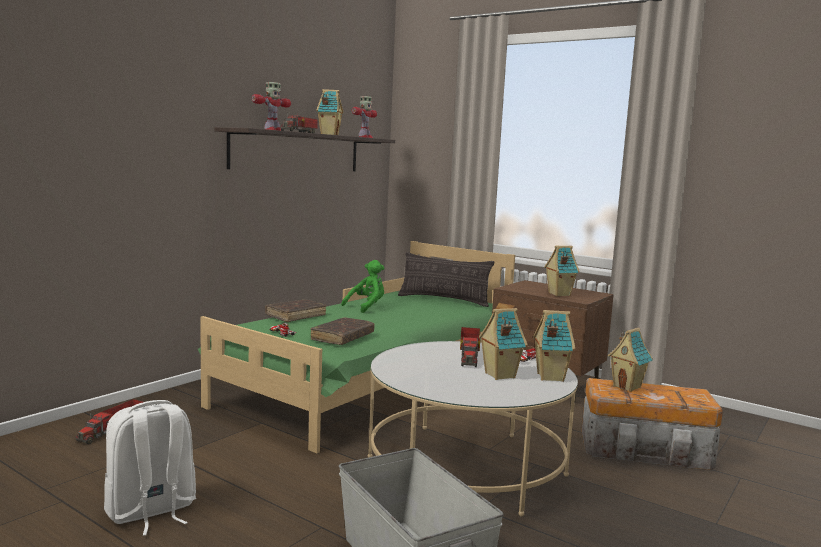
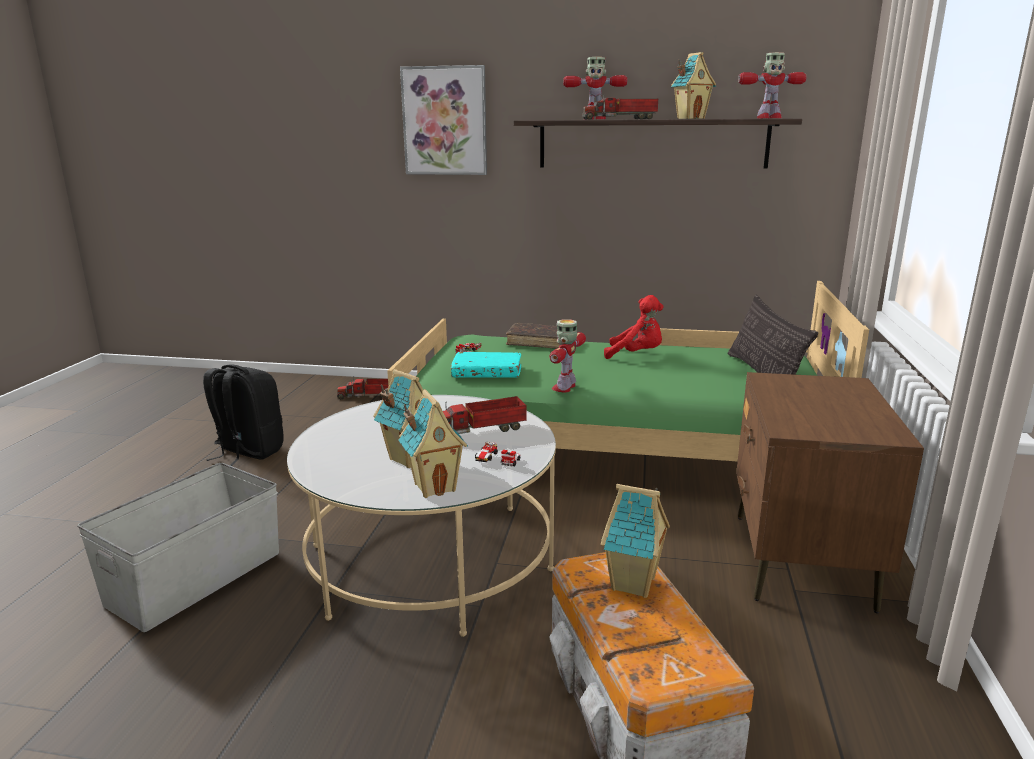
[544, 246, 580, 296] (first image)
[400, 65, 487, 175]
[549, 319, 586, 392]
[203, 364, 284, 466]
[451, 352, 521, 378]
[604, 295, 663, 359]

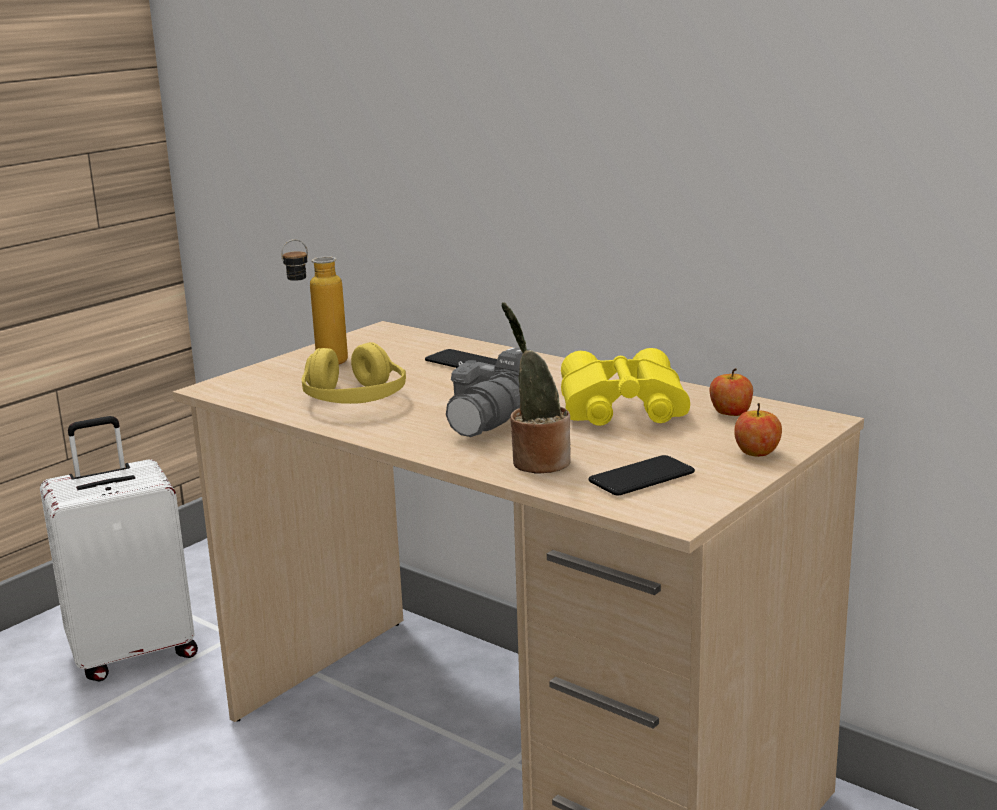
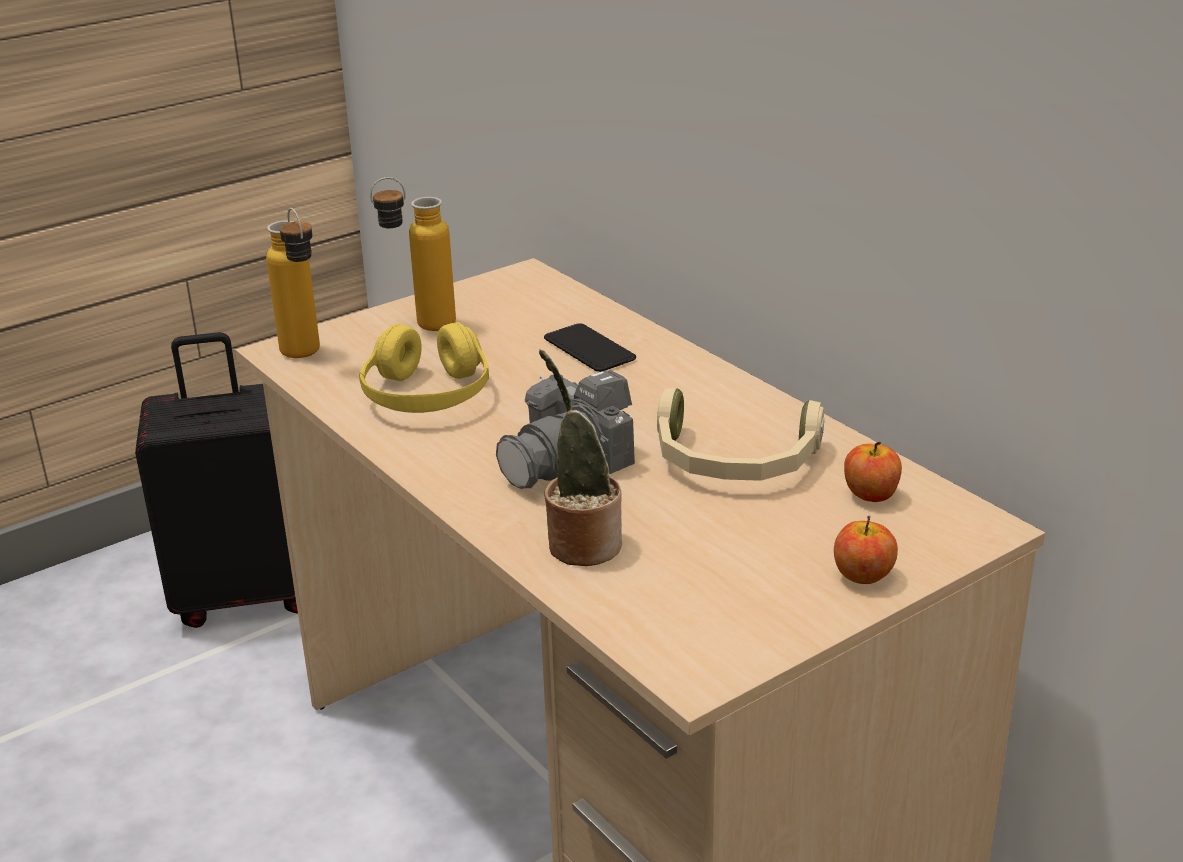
[588, 455, 695, 495] (first image)
[266, 208, 320, 358]
[657, 388, 824, 481]
[135, 332, 298, 628]

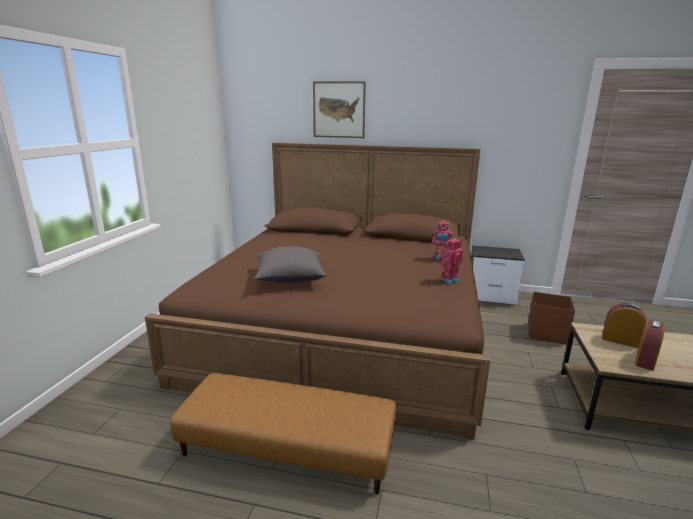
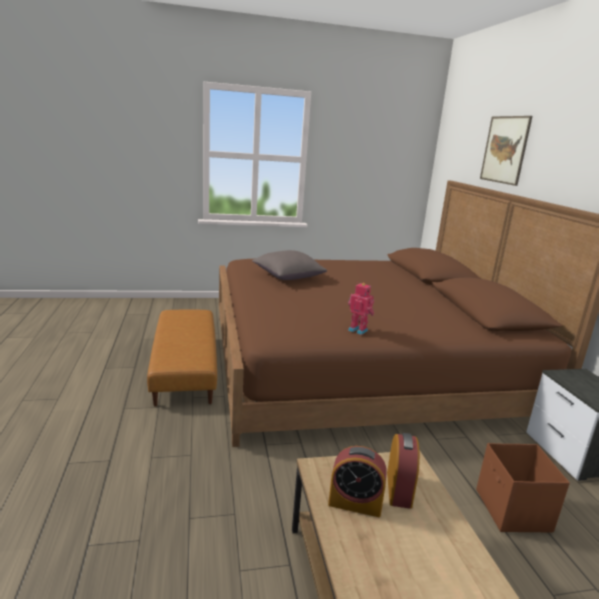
[432, 221, 453, 260] (first image)

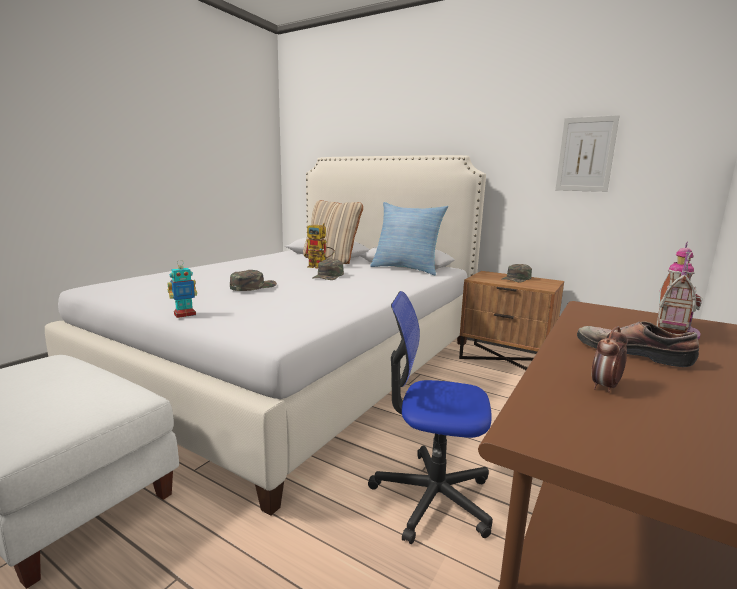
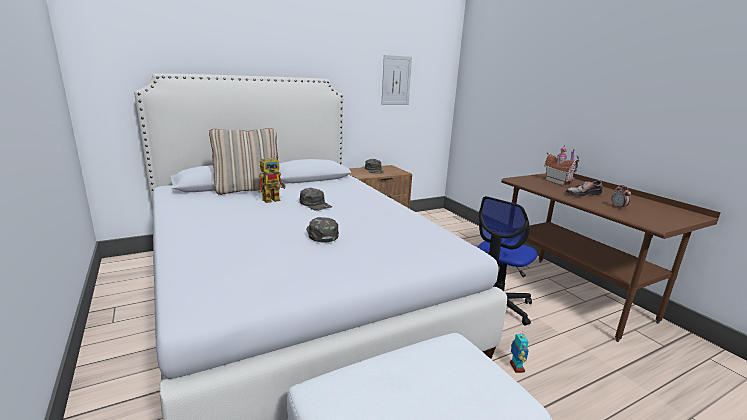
[370, 202, 448, 275] (first image)
[510, 331, 529, 373]

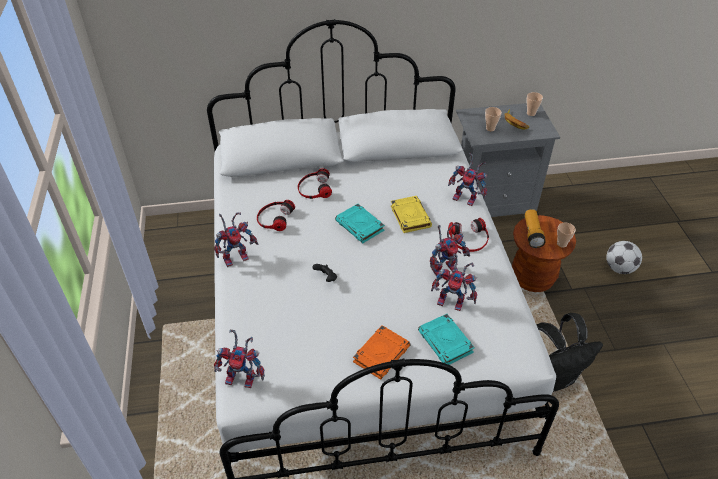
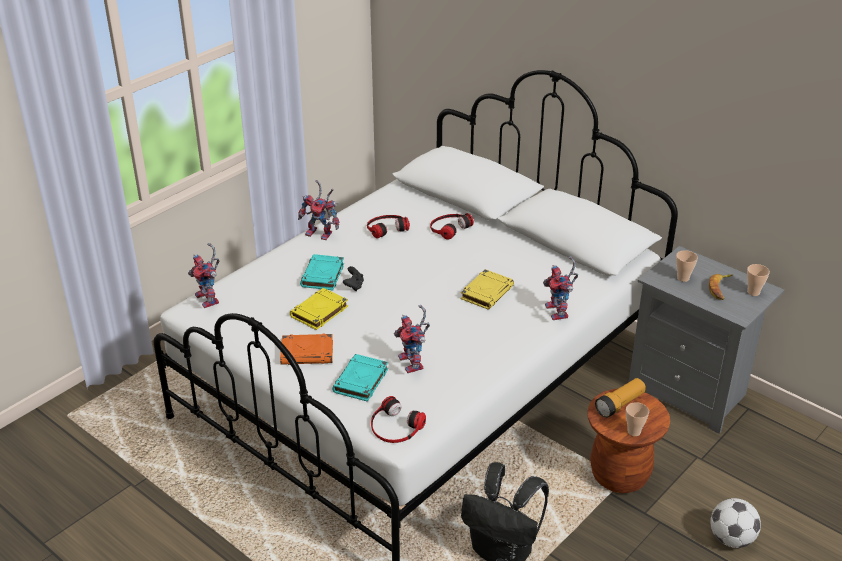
[430, 223, 470, 276] (first image)
[290, 288, 348, 330]
[300, 254, 344, 290]
[371, 396, 426, 443]

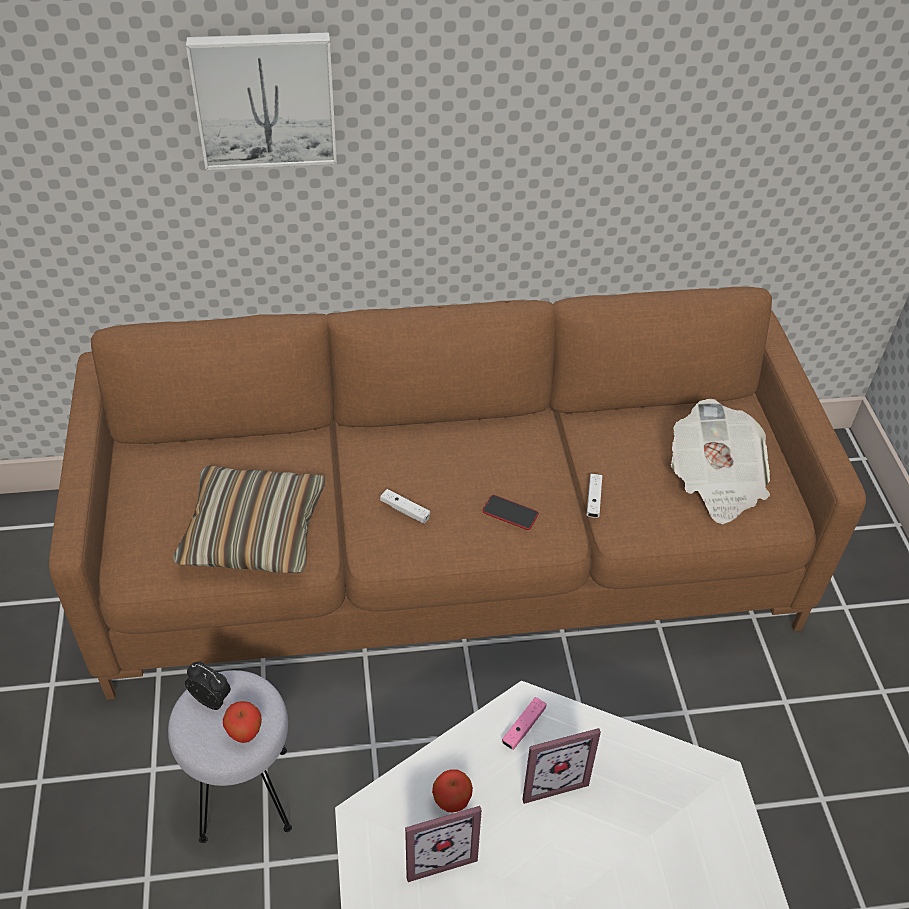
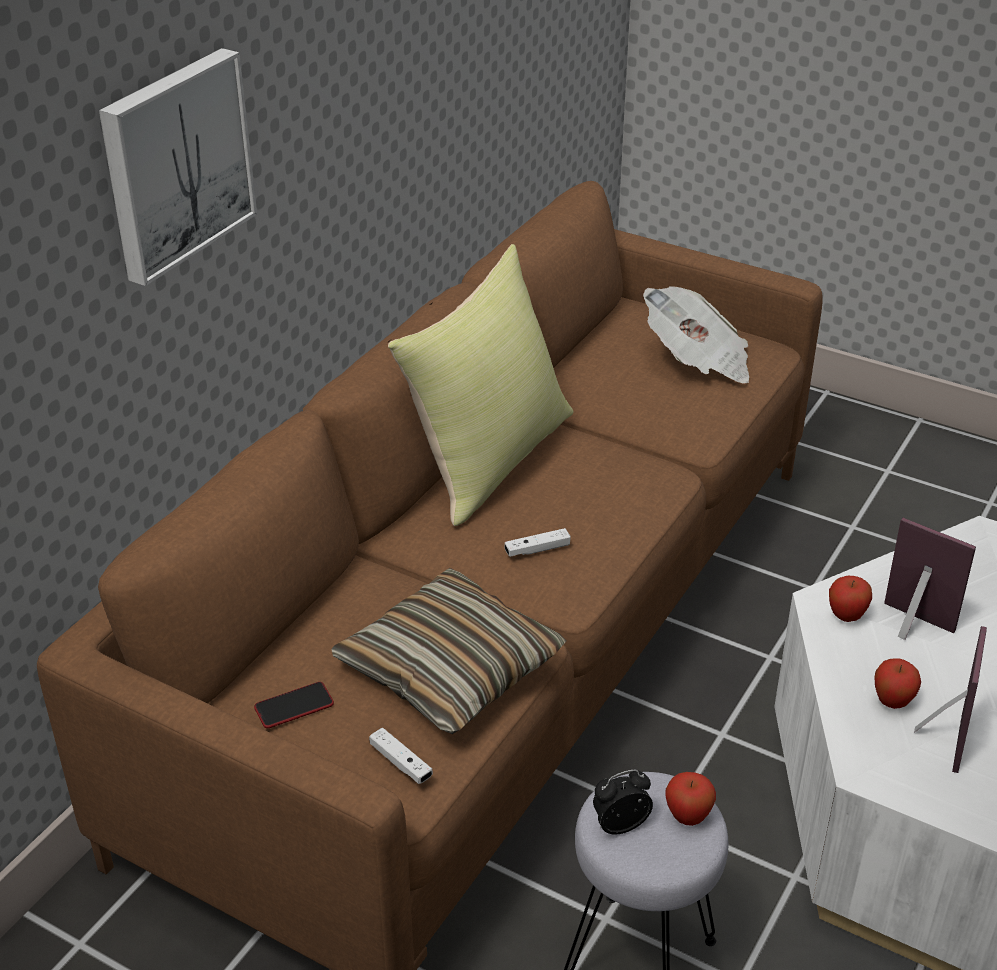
[388, 244, 574, 526]
[254, 682, 334, 728]
[369, 728, 433, 784]
[829, 576, 872, 622]
[884, 518, 976, 640]

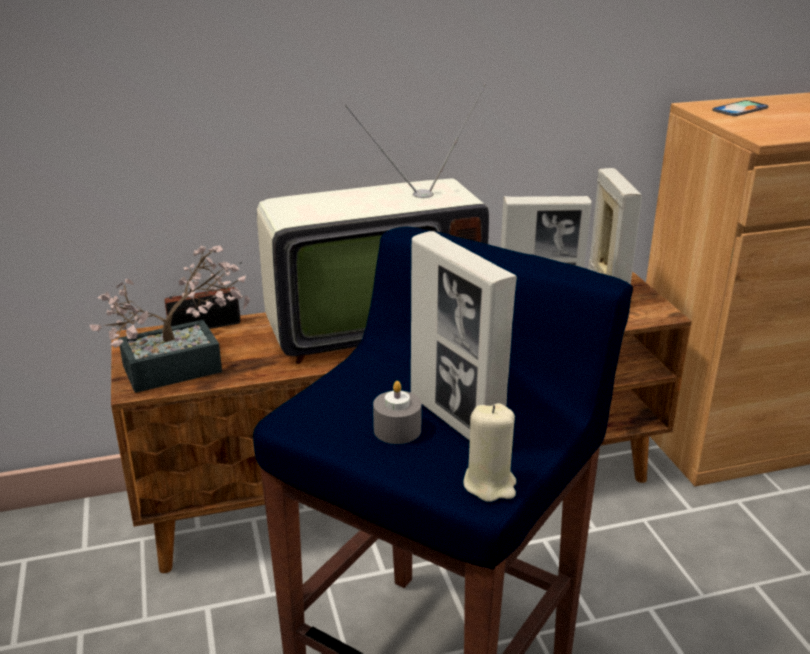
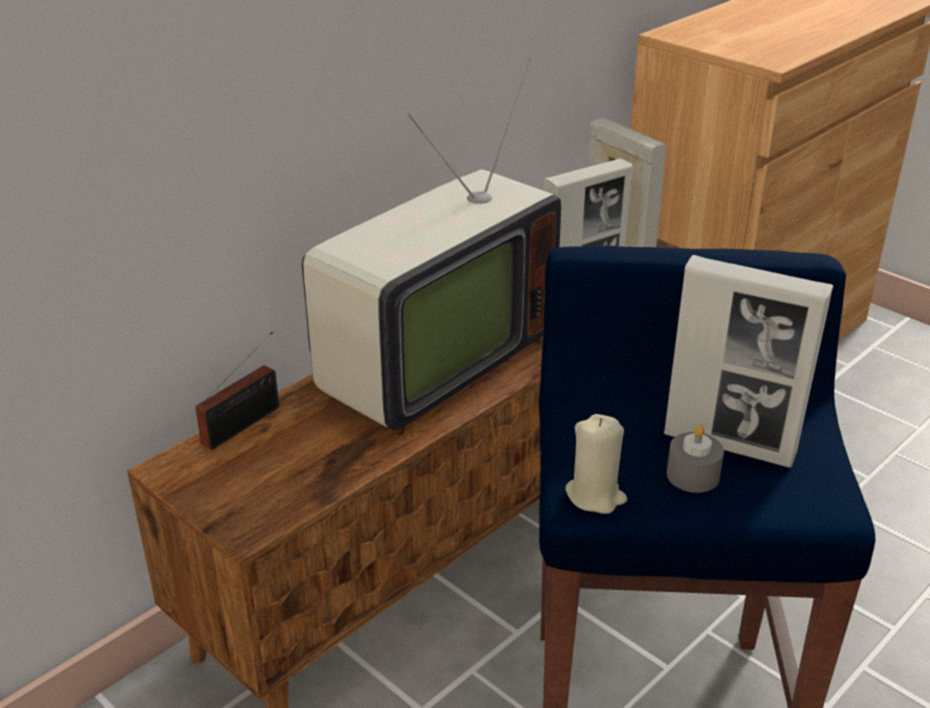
[90, 246, 250, 393] (first image)
[712, 100, 769, 116] (first image)
[565, 414, 627, 514]

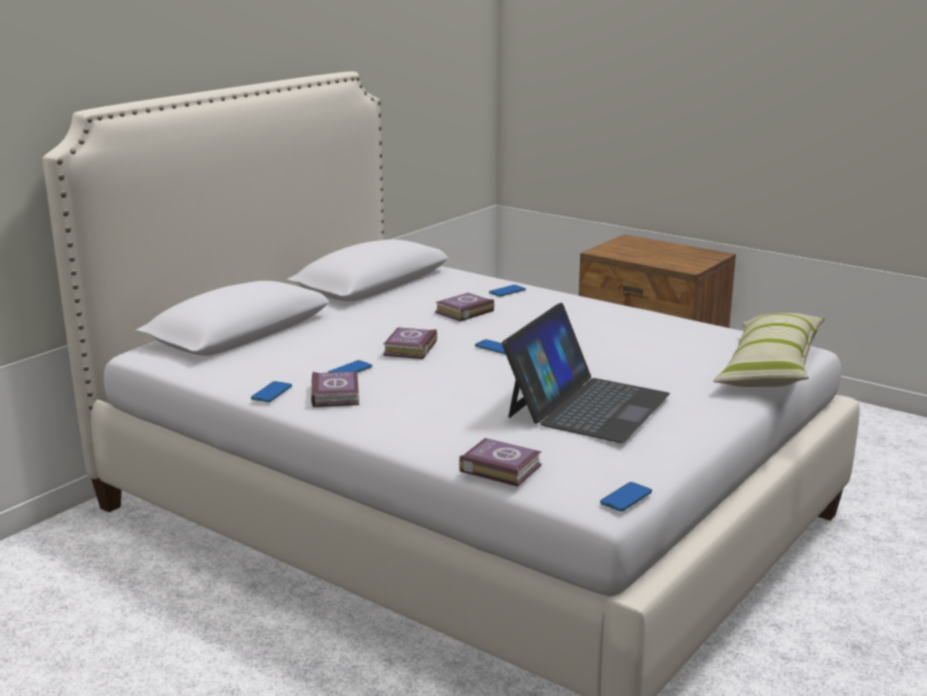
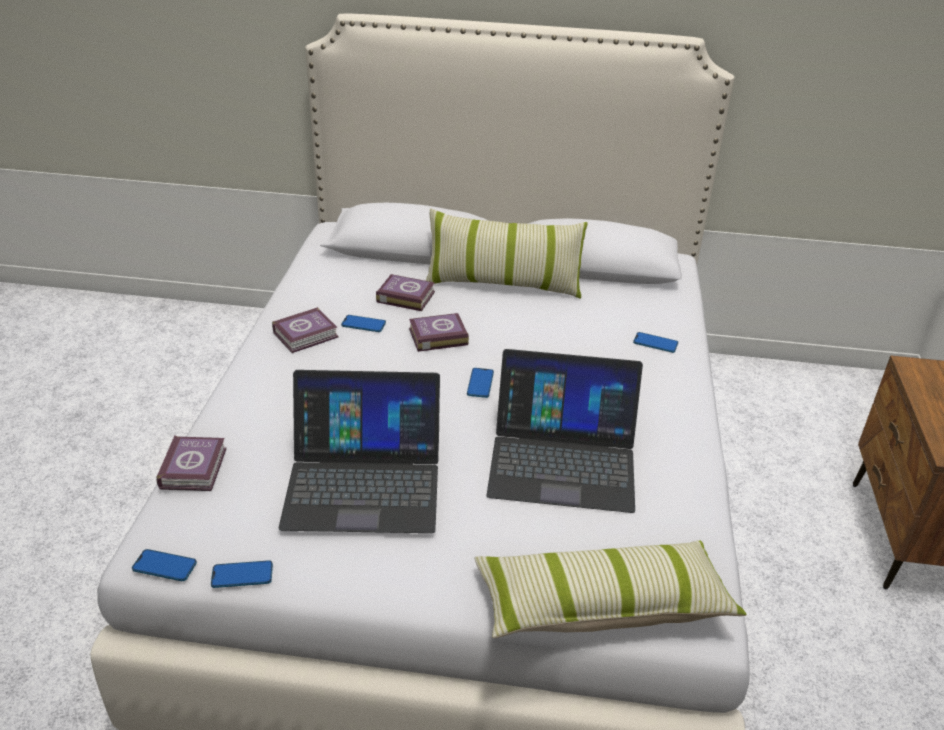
[426, 208, 588, 299]
[486, 349, 643, 513]
[211, 560, 273, 588]
[376, 274, 435, 311]

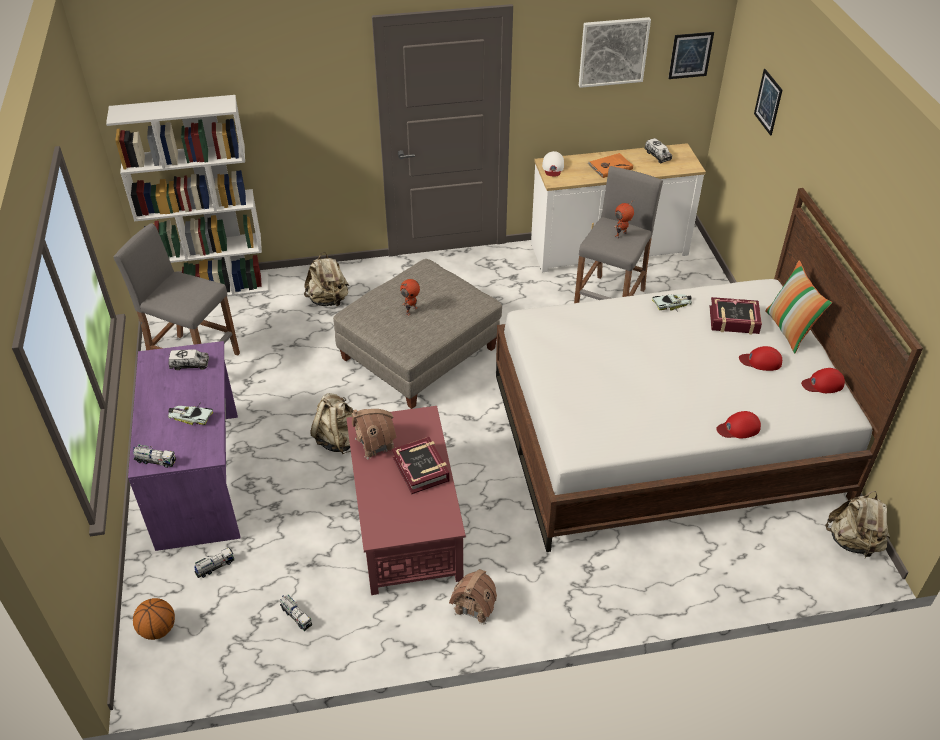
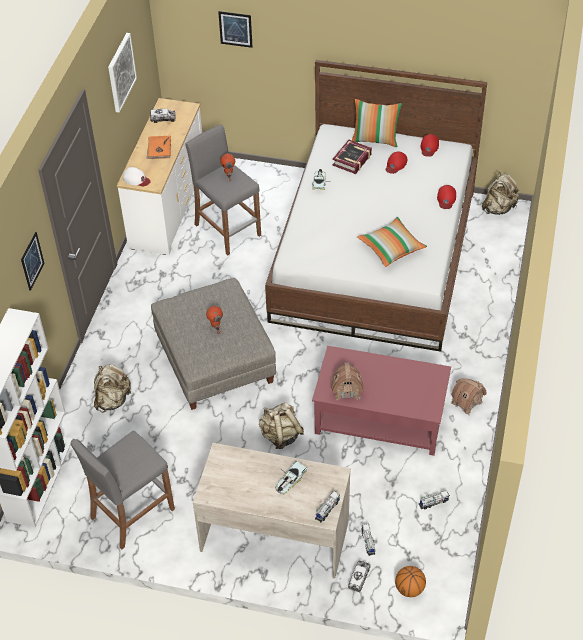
[392, 437, 450, 494] (first image)
[357, 217, 427, 267]
[348, 560, 370, 592]
[21, 232, 44, 291]
[193, 443, 351, 579]

